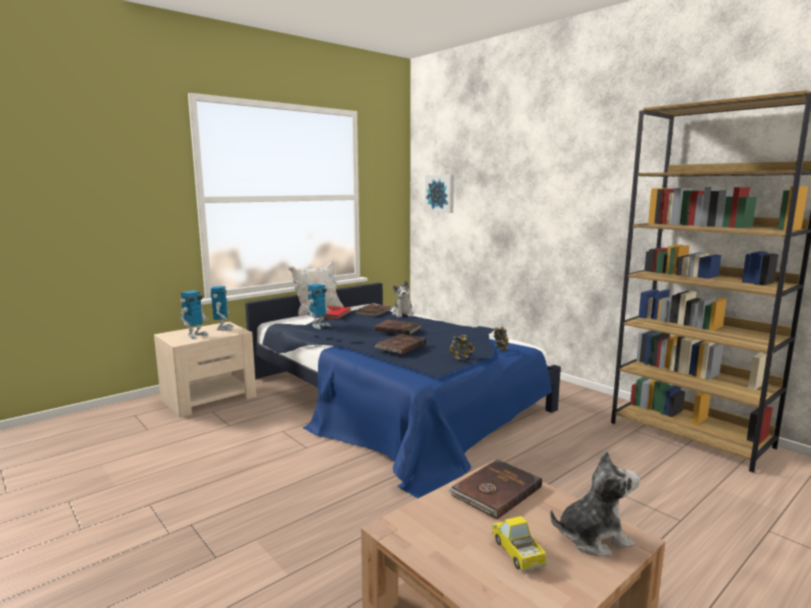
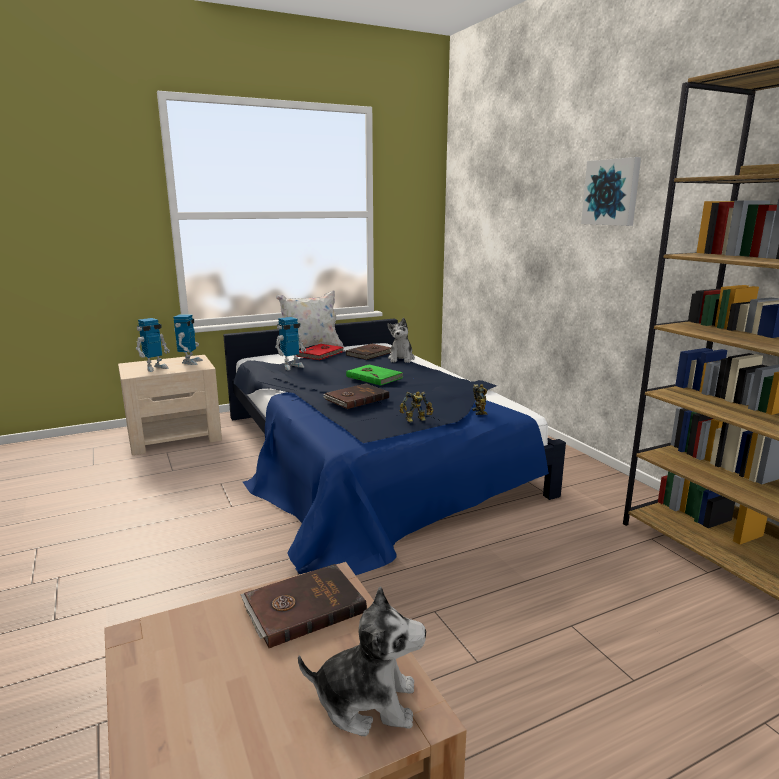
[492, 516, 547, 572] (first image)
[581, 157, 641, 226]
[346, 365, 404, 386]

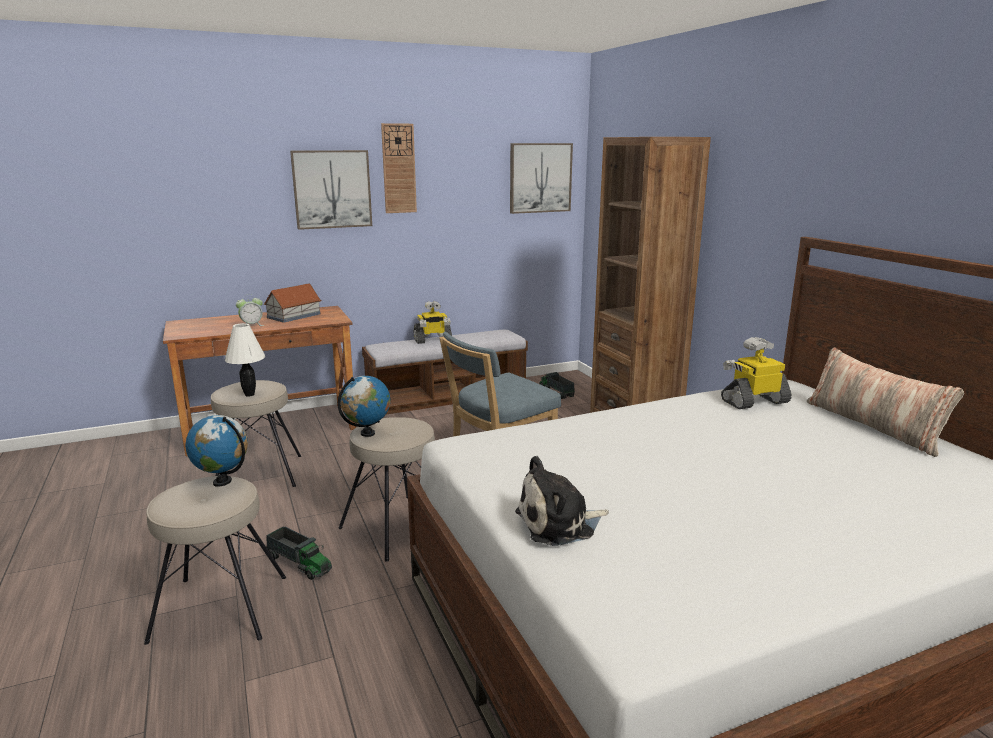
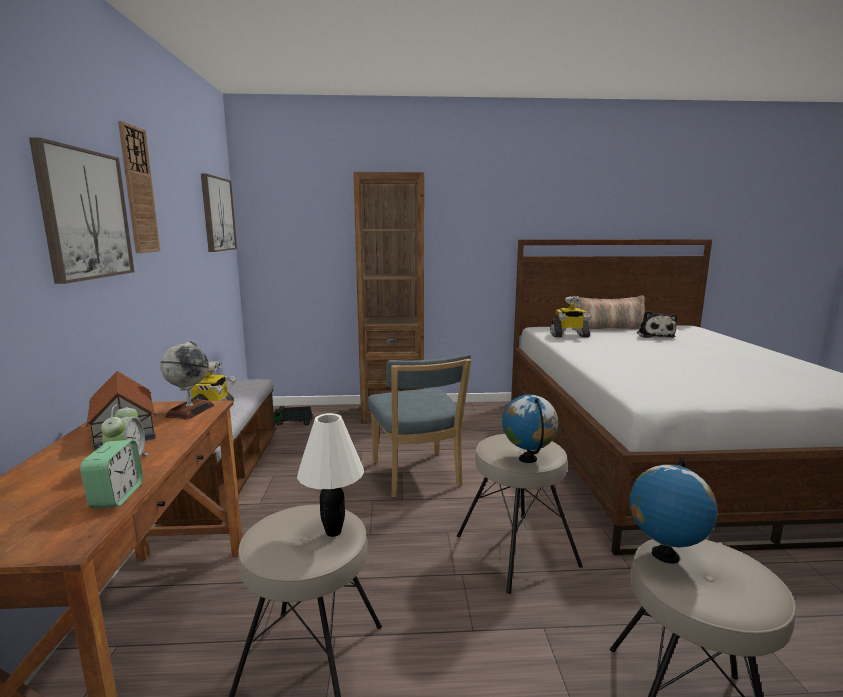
[266, 527, 332, 580] (first image)
[80, 440, 143, 508]
[160, 340, 214, 419]
[637, 311, 677, 338]
[550, 296, 590, 337]

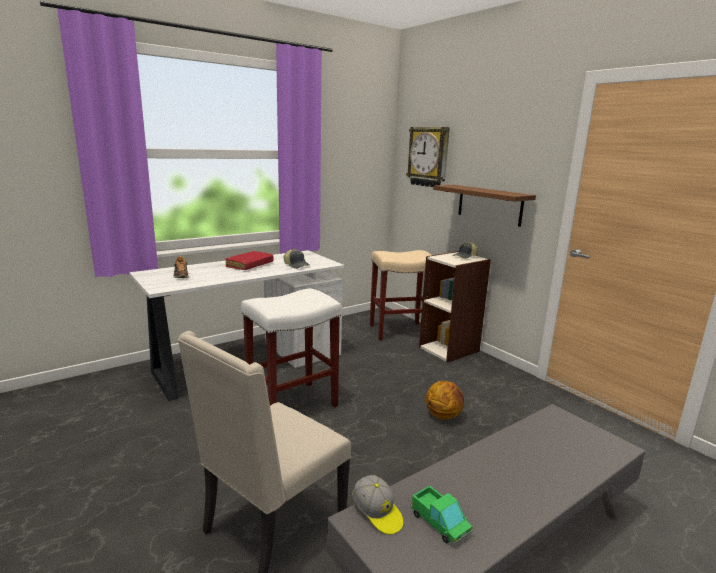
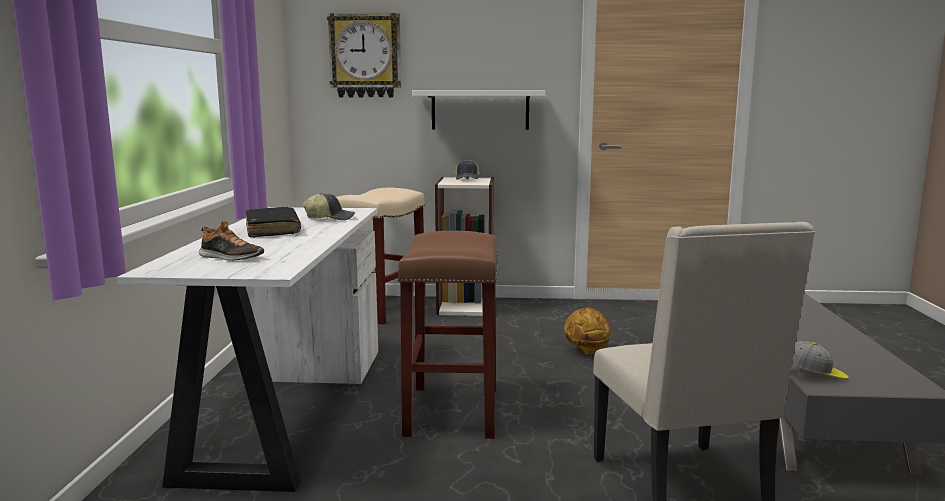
[411, 485, 473, 545] (first image)
[246, 207, 301, 238]
[397, 231, 498, 439]
[412, 90, 546, 130]

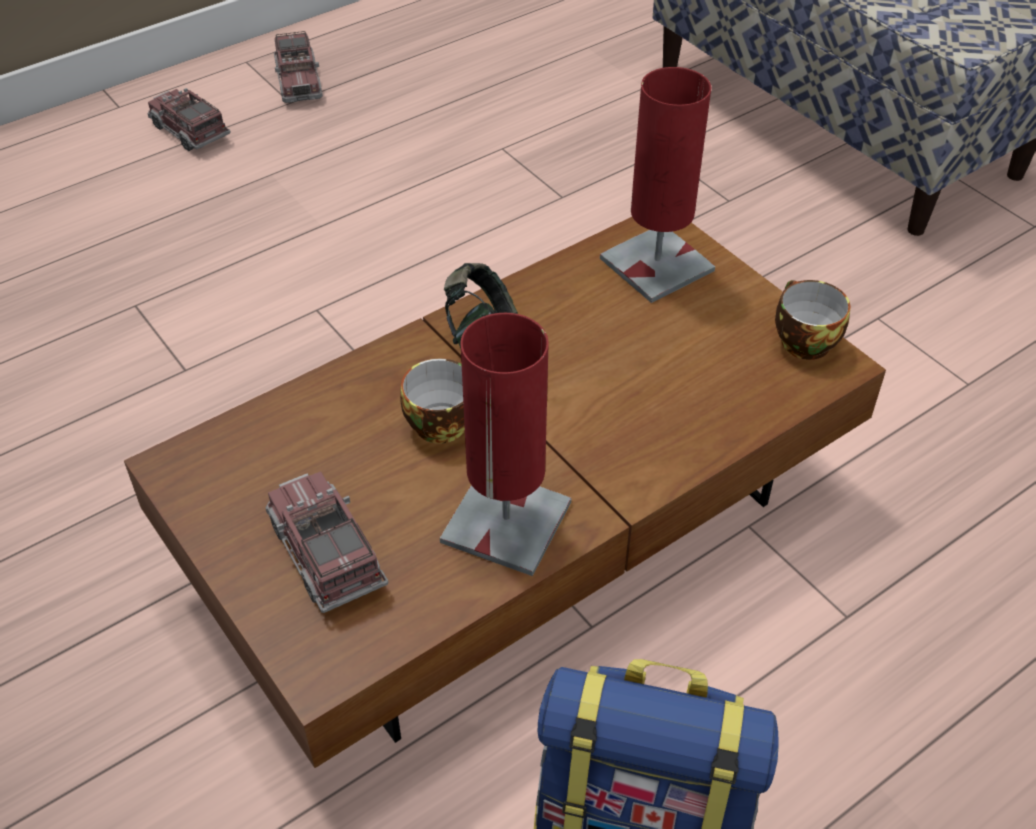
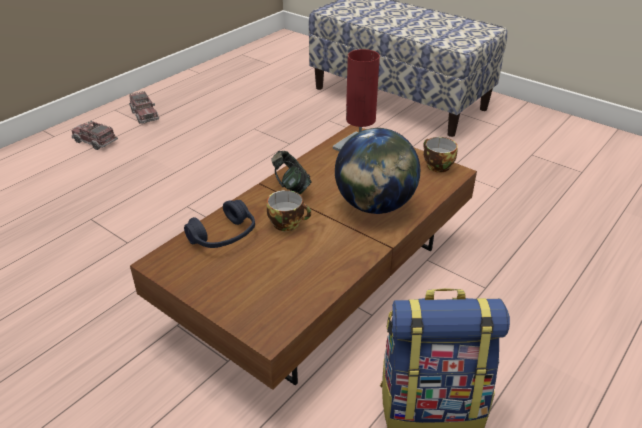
[265, 471, 388, 613] (first image)
[440, 313, 571, 576] (first image)
[184, 200, 255, 248]
[335, 128, 420, 214]

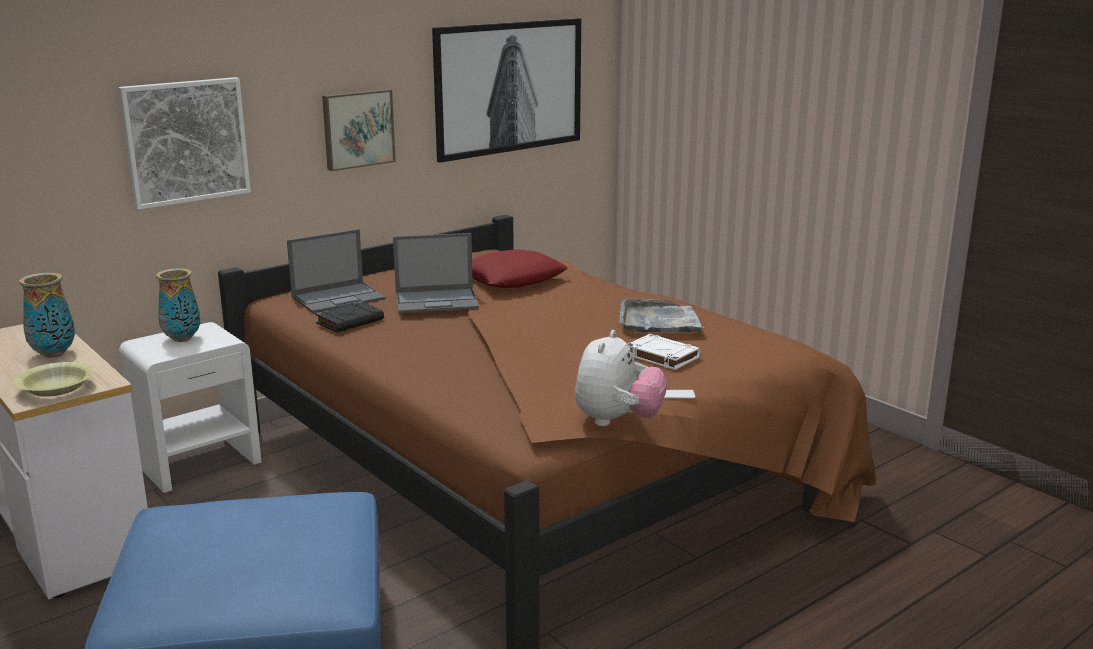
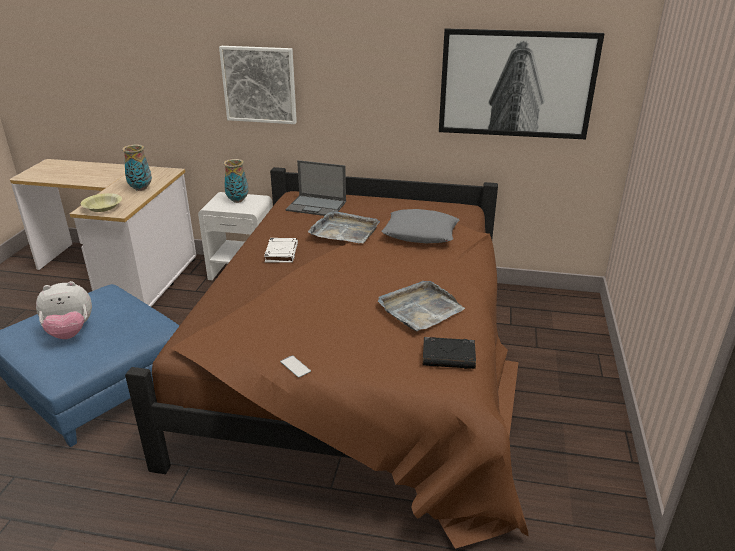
[322, 89, 396, 171] (first image)
[423, 337, 476, 369]
[36, 281, 92, 339]
[264, 238, 298, 263]
[308, 210, 380, 243]
[381, 209, 459, 243]

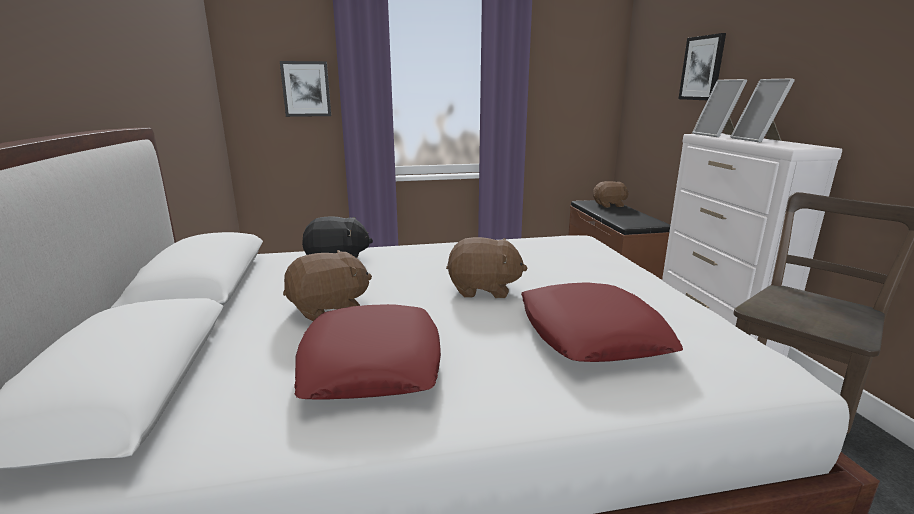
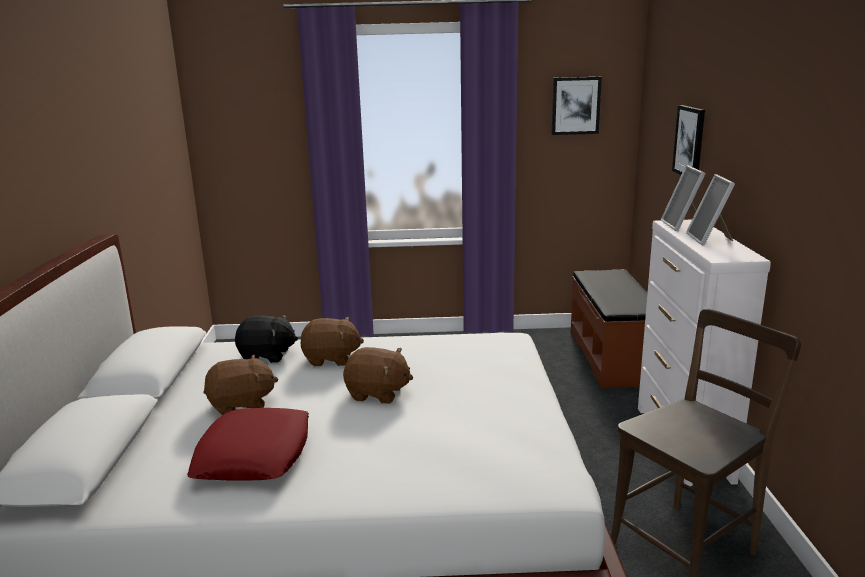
[521, 282, 683, 362] (first image)
[551, 77, 602, 135]
[300, 317, 364, 366]

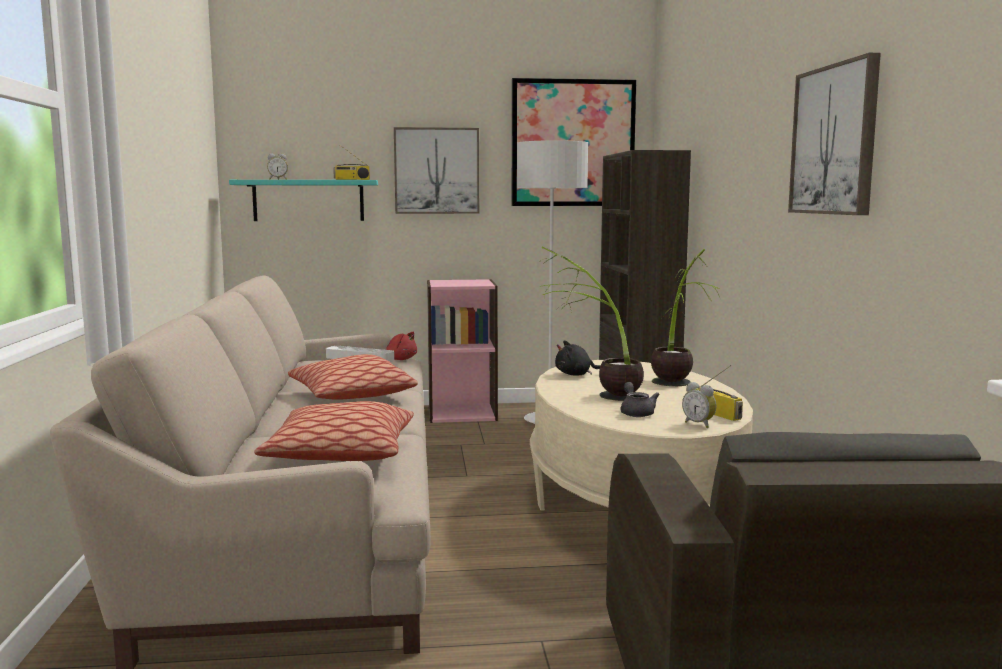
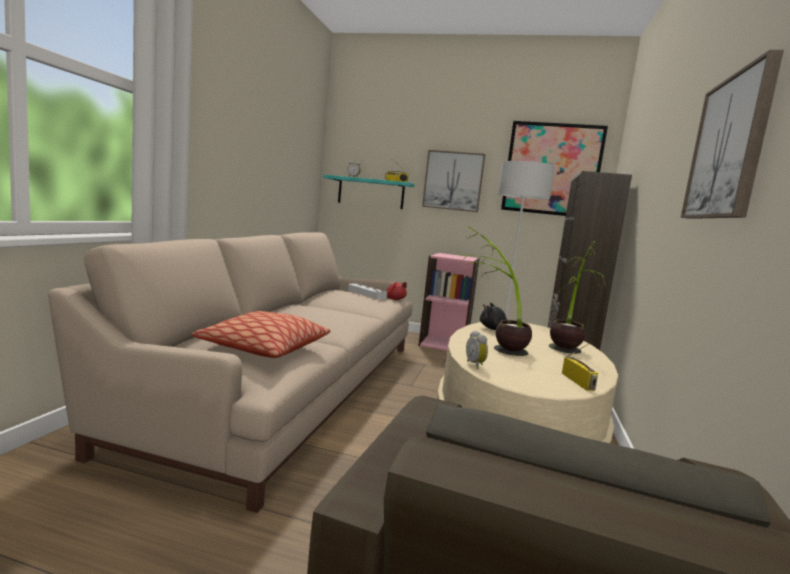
[288, 354, 418, 400] (first image)
[620, 382, 660, 417] (first image)
[466, 330, 488, 369]

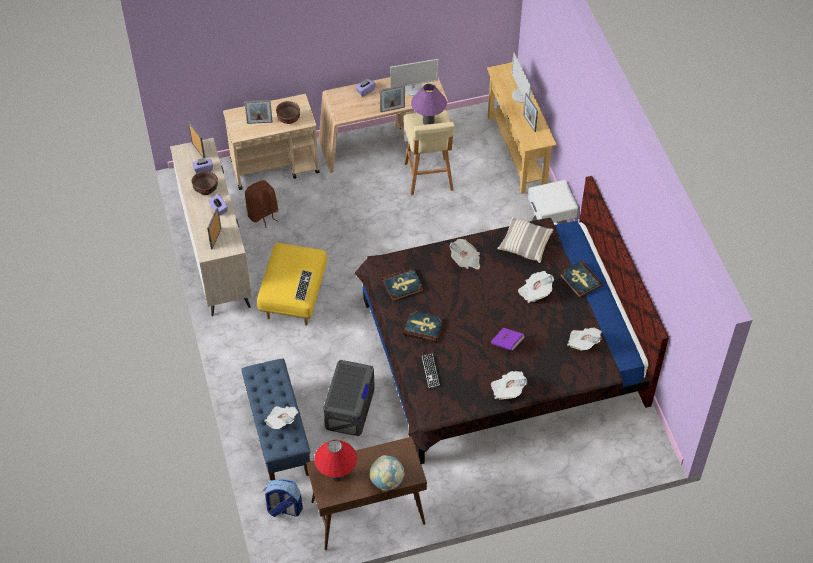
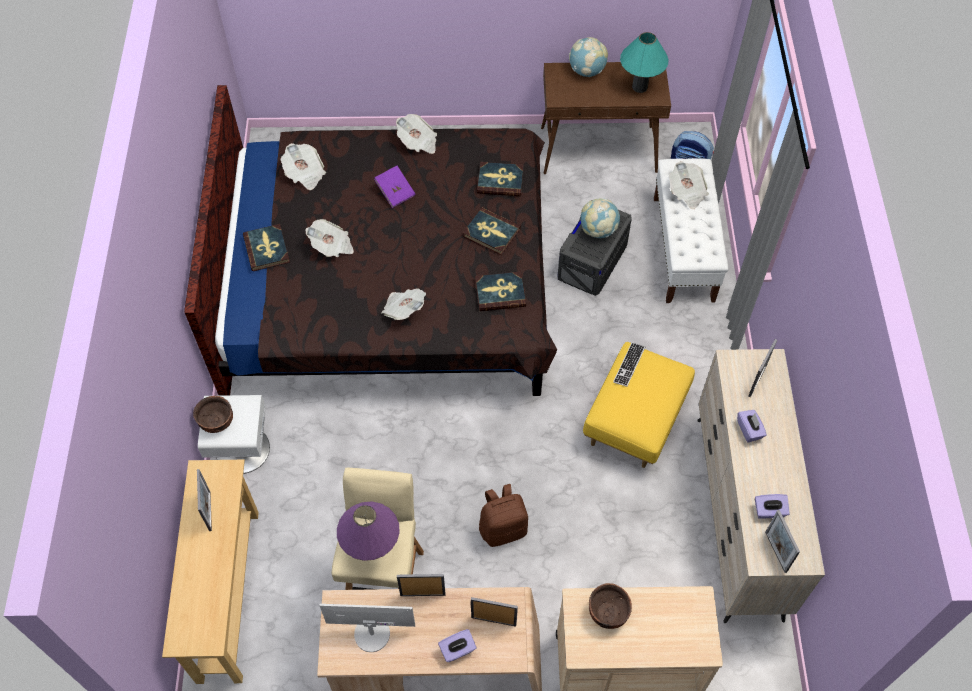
[497, 217, 553, 263] (first image)
[512, 53, 532, 103] (first image)
[581, 198, 620, 238]
[193, 396, 233, 433]
[471, 597, 518, 627]
[479, 484, 528, 547]
[477, 162, 524, 196]
[654, 158, 728, 303]
[620, 32, 669, 93]

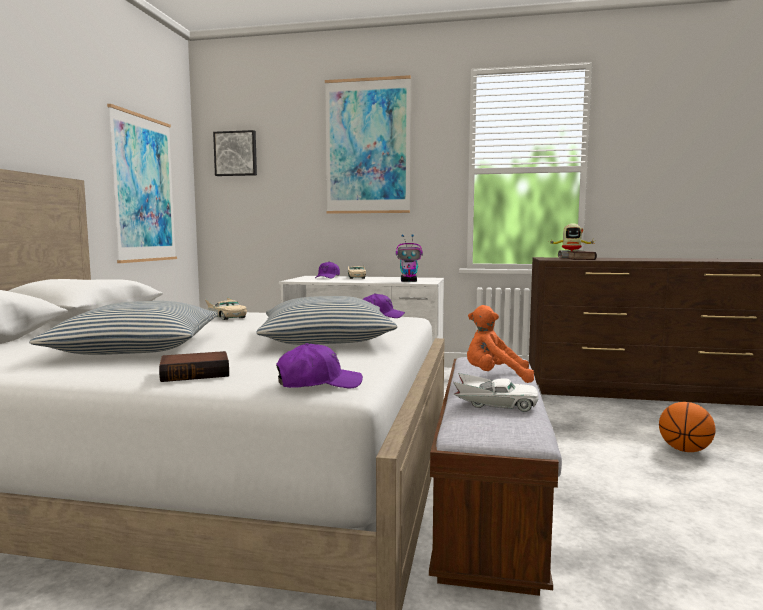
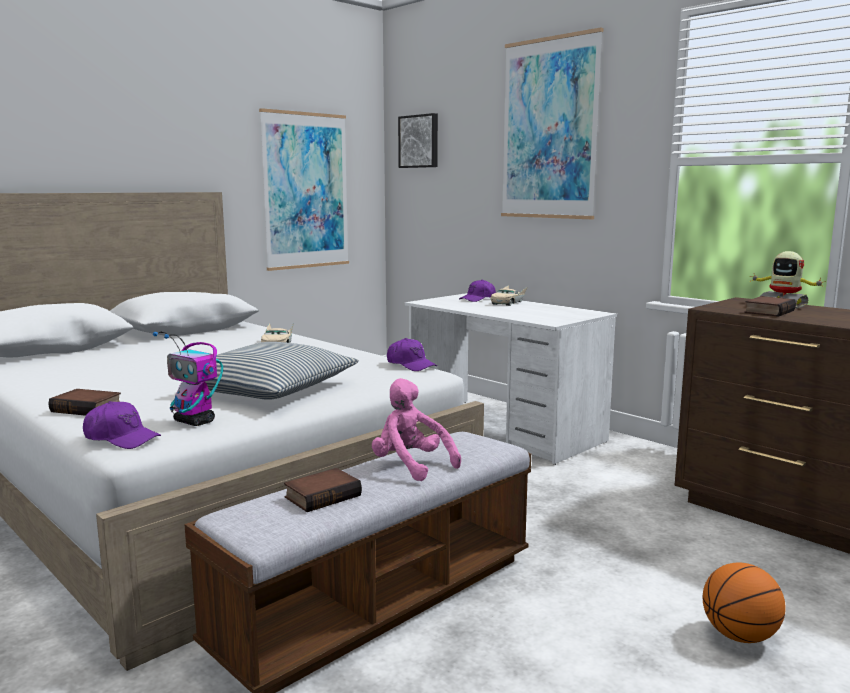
[29, 301, 217, 355] (first image)
[153, 332, 223, 426]
[284, 468, 362, 512]
[372, 378, 461, 481]

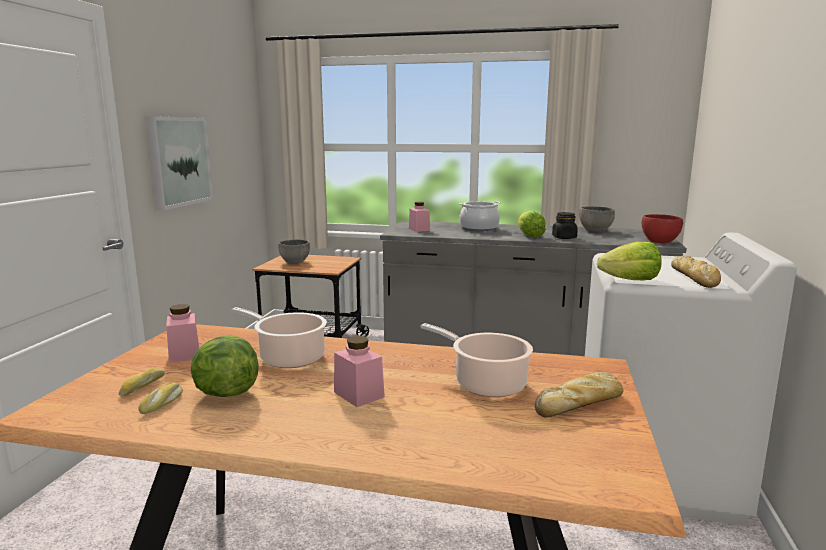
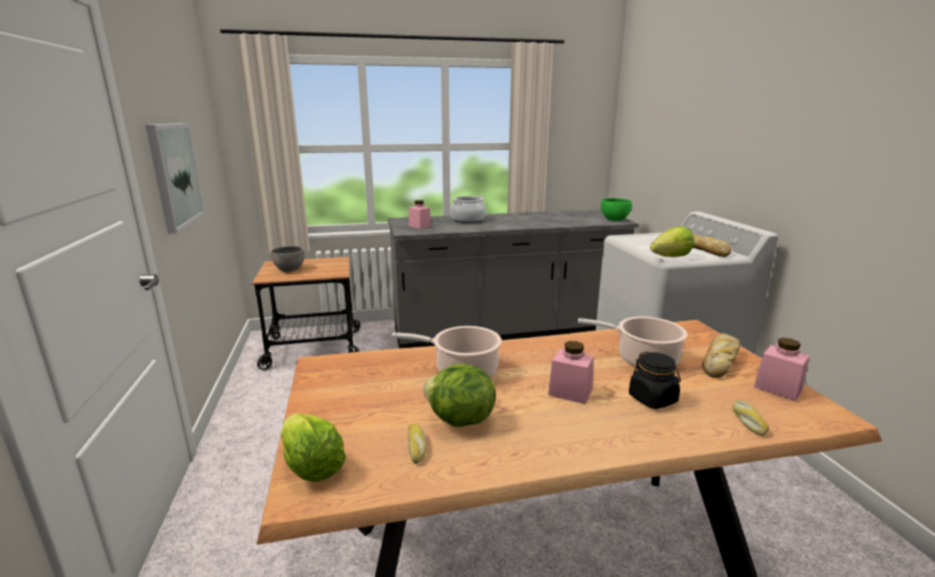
[579, 206, 615, 232] (first image)
[733, 400, 769, 436]
[754, 338, 810, 401]
[281, 413, 346, 482]
[629, 351, 681, 409]
[601, 198, 632, 221]

